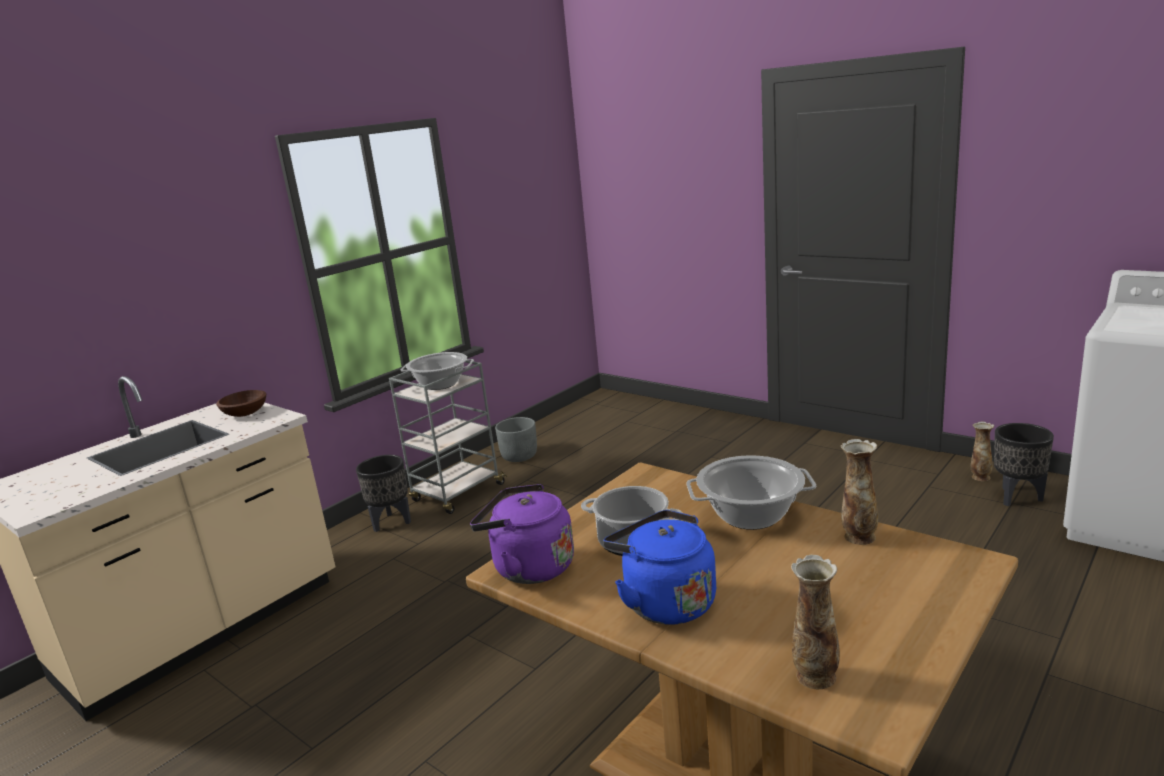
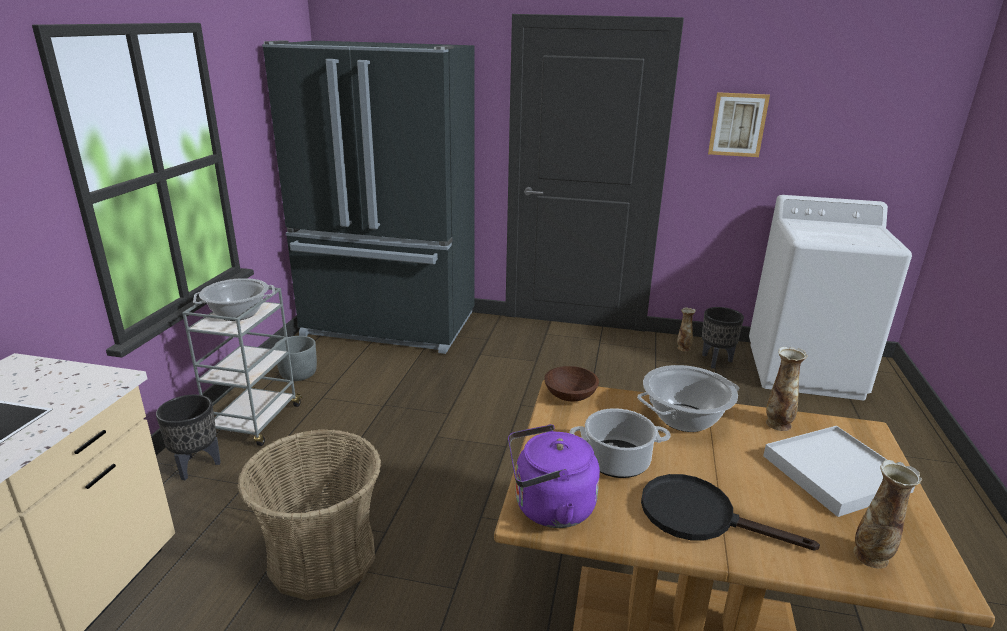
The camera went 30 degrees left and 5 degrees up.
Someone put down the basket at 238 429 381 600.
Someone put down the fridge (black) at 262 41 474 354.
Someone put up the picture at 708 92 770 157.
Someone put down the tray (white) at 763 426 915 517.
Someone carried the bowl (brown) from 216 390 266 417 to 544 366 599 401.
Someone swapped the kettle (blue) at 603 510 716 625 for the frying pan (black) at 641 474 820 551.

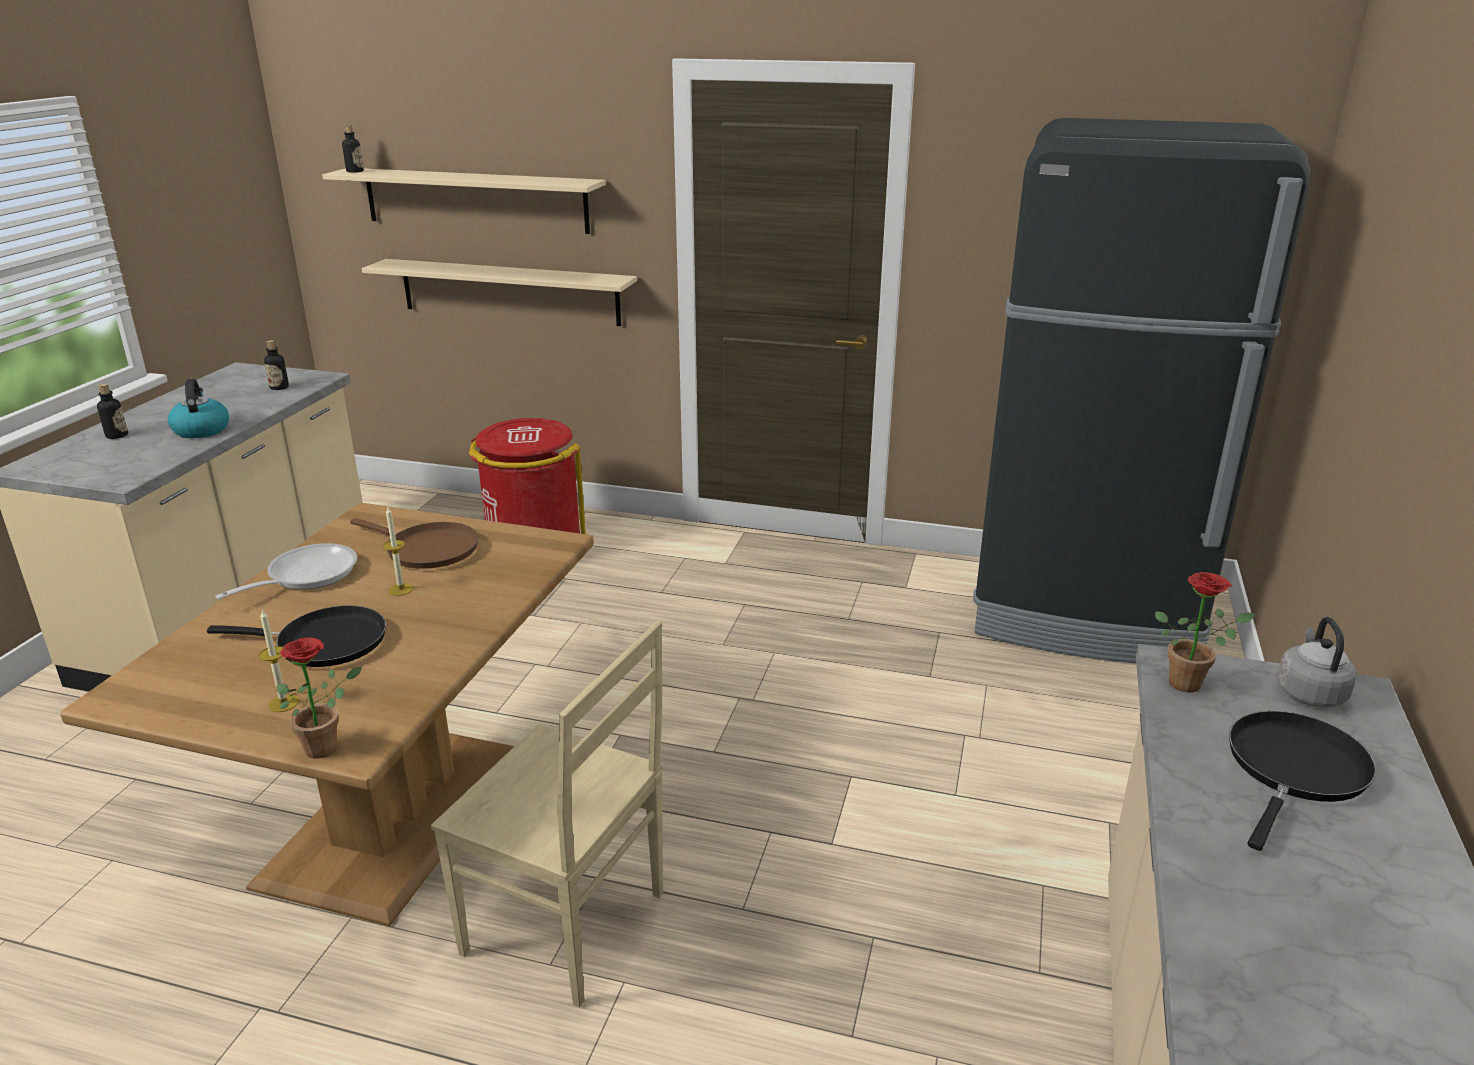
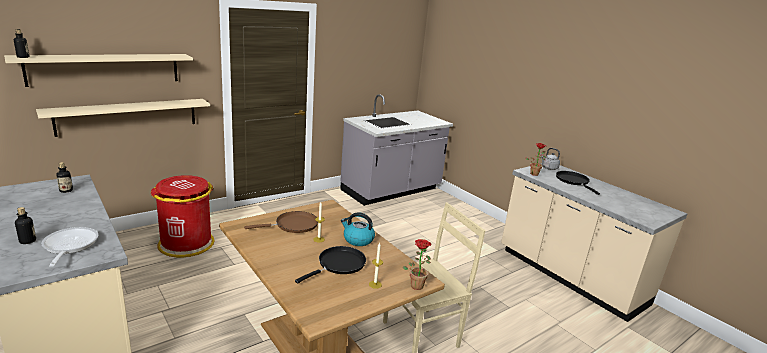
The camera went 55 degrees left and 5 degrees down.
Someone carried the kettle from 168 379 229 438 to 341 212 375 246.
Someone carried the frying pan from 215 543 357 599 to 42 227 98 267.
Someone swapped the fridge (black) at 973 118 1310 663 for the counter (grey) at 340 94 453 206.

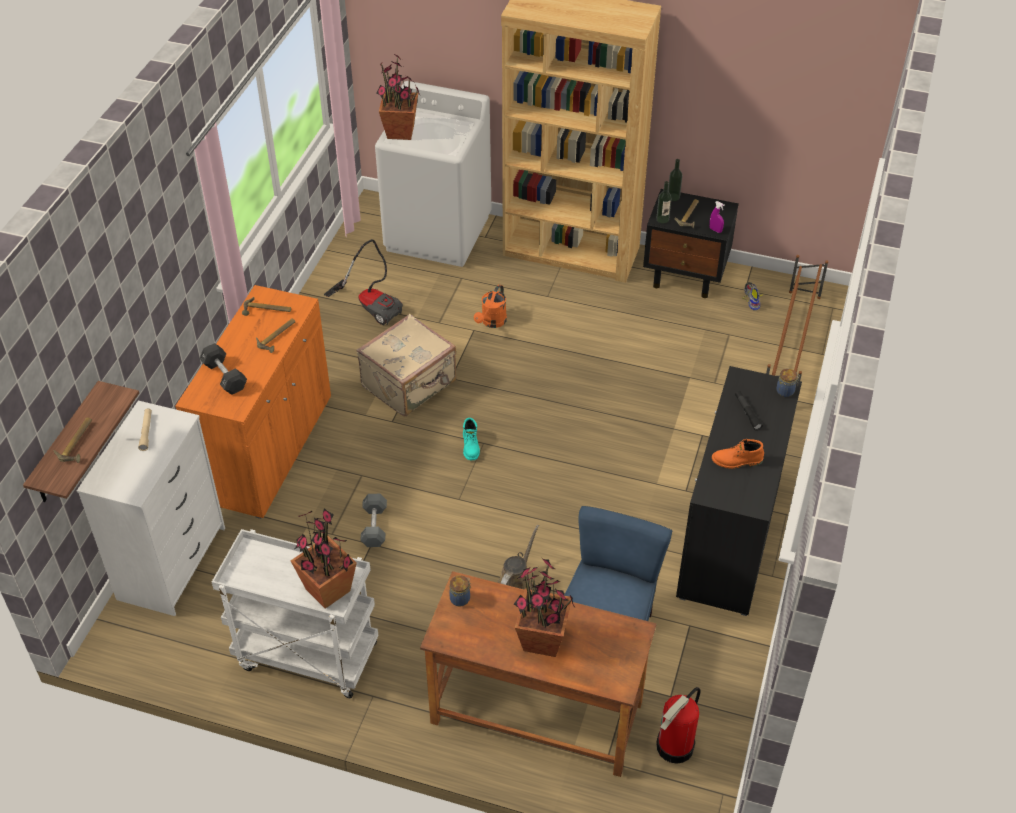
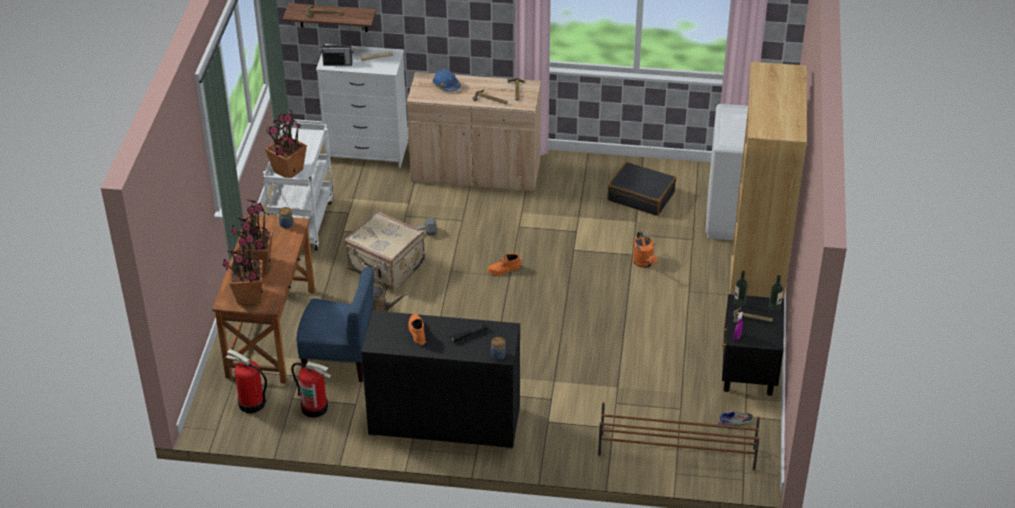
The camera went 80 degrees right and 5 degrees down.
Someone put down the fire extinguisher at 291 362 332 418.
Someone put down the radio at 320 40 354 66.
Someone carried the suitcase (beige) from 356 314 457 416 to 345 211 425 290.
Someone carried the potted plant from 376 52 421 140 to 223 231 263 305.
Someone swapped the dumbbell (black) at 199 343 247 395 for the hard hat (blue) at 433 69 461 92.
Someone swapped the vacuum cleaner at 324 239 403 325 for the suitcase (black) at 607 162 676 216.
Someone repainted the cabinet (orange) at 175 285 331 519, which became the cabinet (beige) at 407 72 541 192.
Someone repainted the boot (turquoise) at 463 418 480 460, which became the boot (orange) at 487 253 521 275.
Someone rotated the watering can (orange) at 474 284 507 328 by 120 degrees counterclockwise.

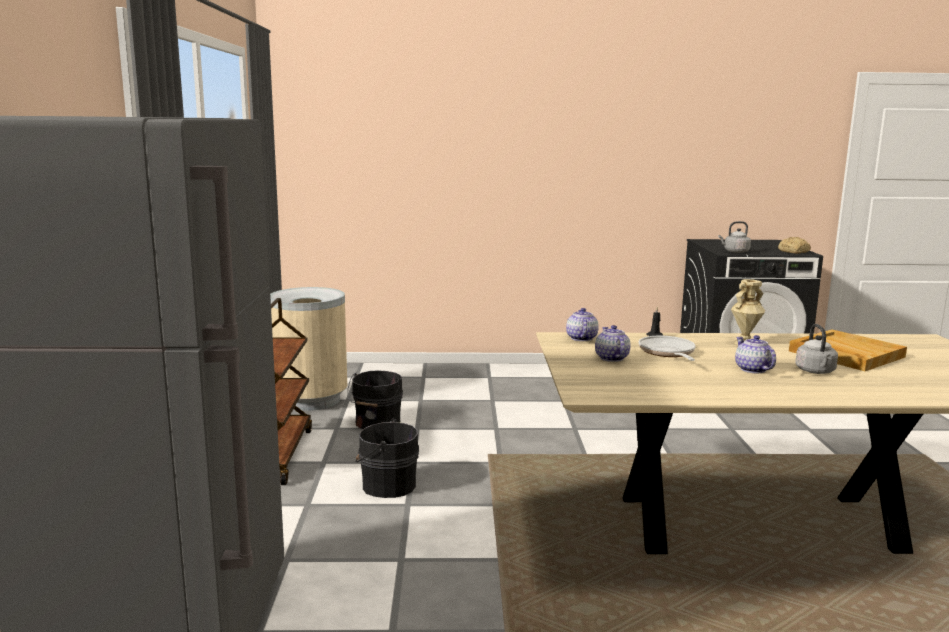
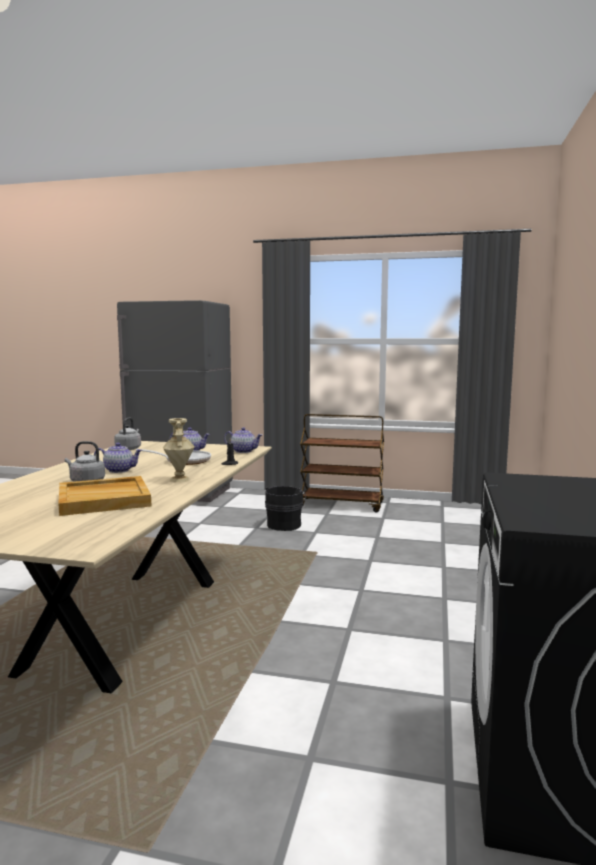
The camera went 105 degrees right and 5 degrees down.
Someone took away the trash can (beige) at 270 287 348 411.
Someone took away the bucket (black) at 347 370 403 429.
Someone took away the bread at 778 237 811 254.
Someone carried the kettle (grey) from 718 221 751 253 to 114 417 141 450.

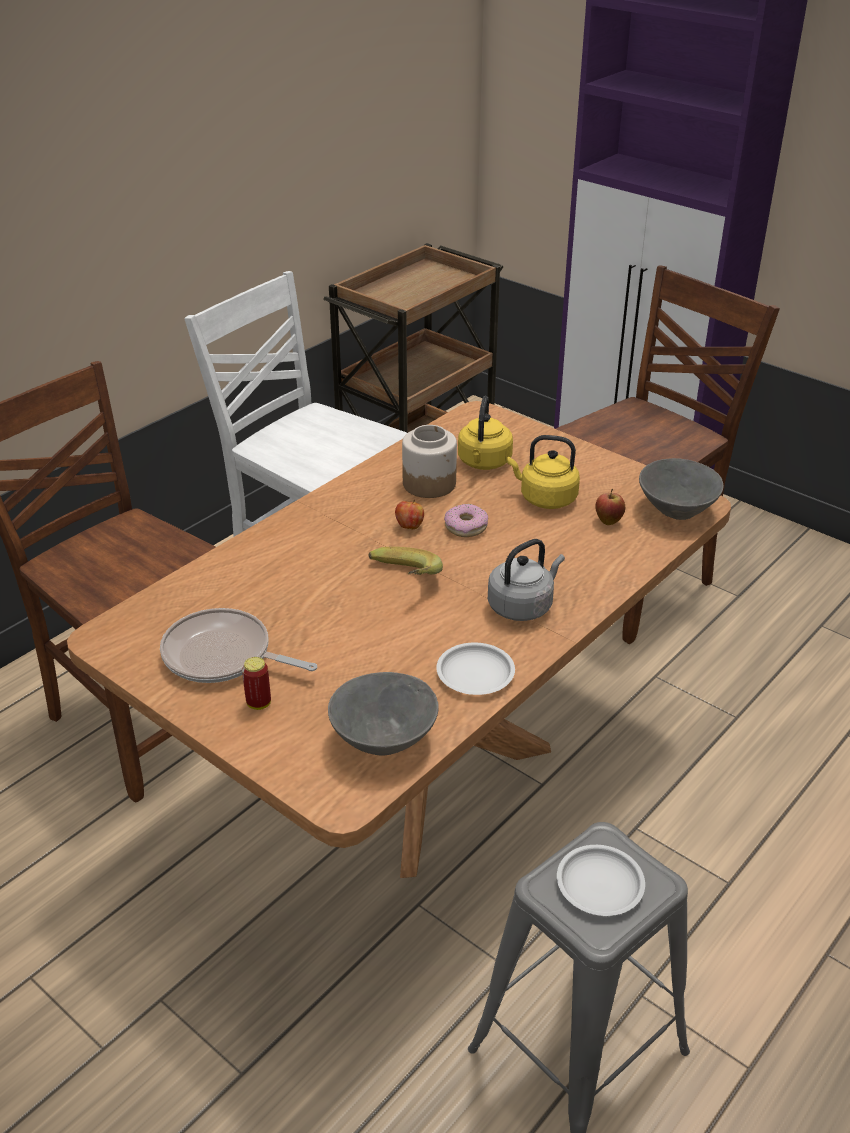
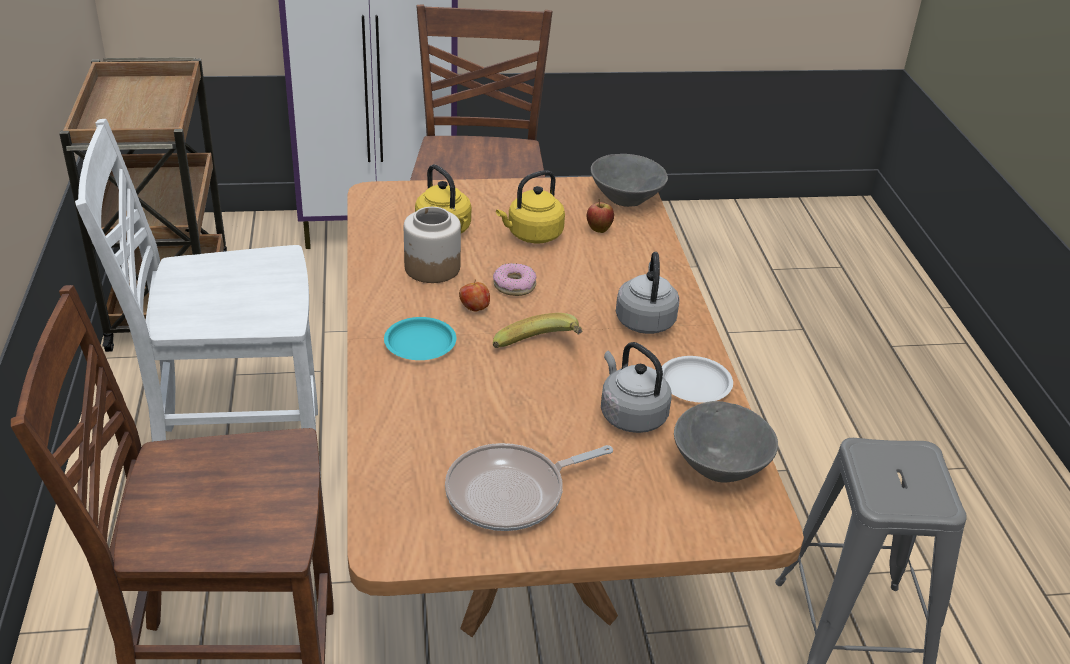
The camera went 50 degrees left and 0 degrees up.
Someone took away the can at 242 657 271 710.
Someone took away the plate (white) at 557 845 645 916.
Someone put down the plate (turquoise) at 384 317 456 360.
Someone put down the kettle (grey) at 601 342 672 433.

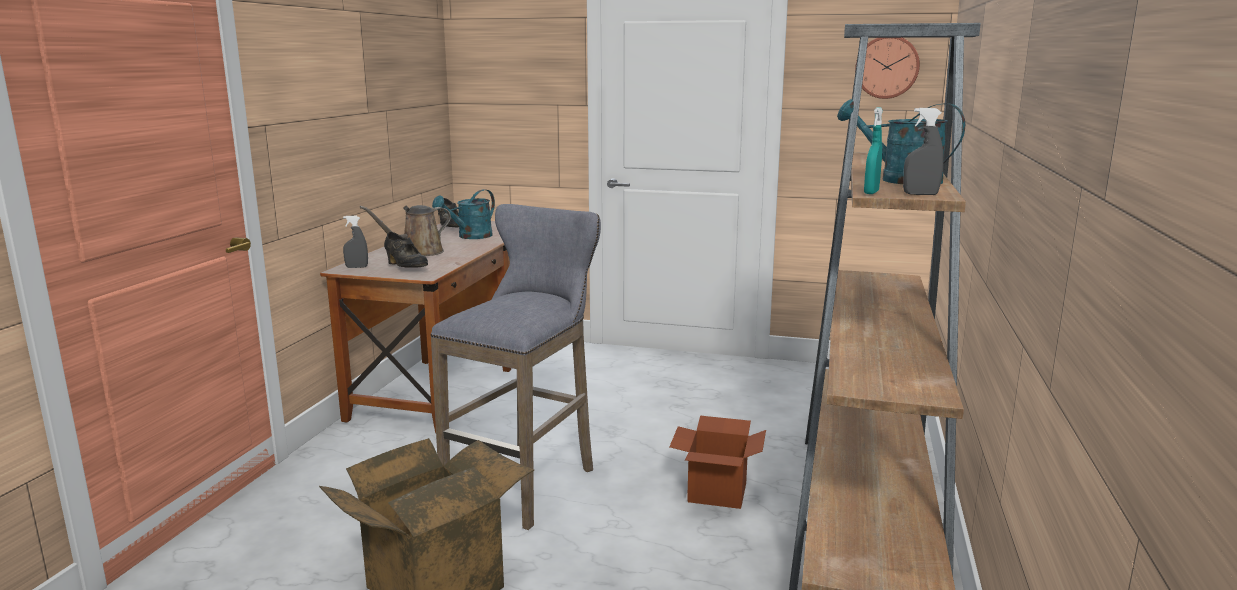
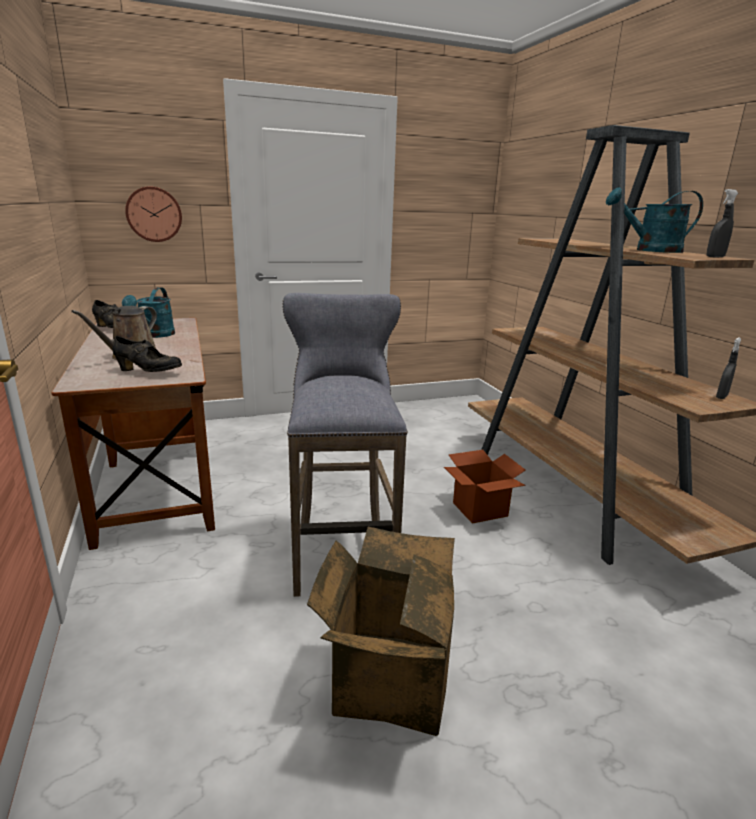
The camera went 35 degrees left and 5 degrees up.
Someone took away the spray bottle (turquoise) at 864 107 883 194.
Someone carried the spray bottle (grey) from 343 216 368 268 to 716 337 741 399.
Someone carried the wall clock from 855 38 920 99 to 125 186 182 242.

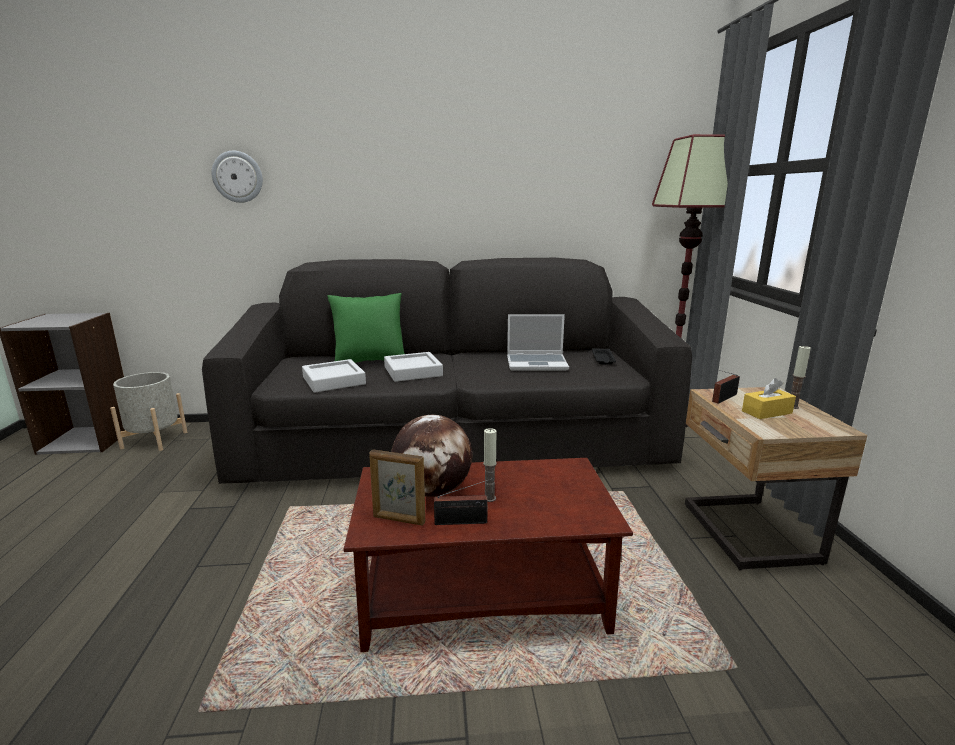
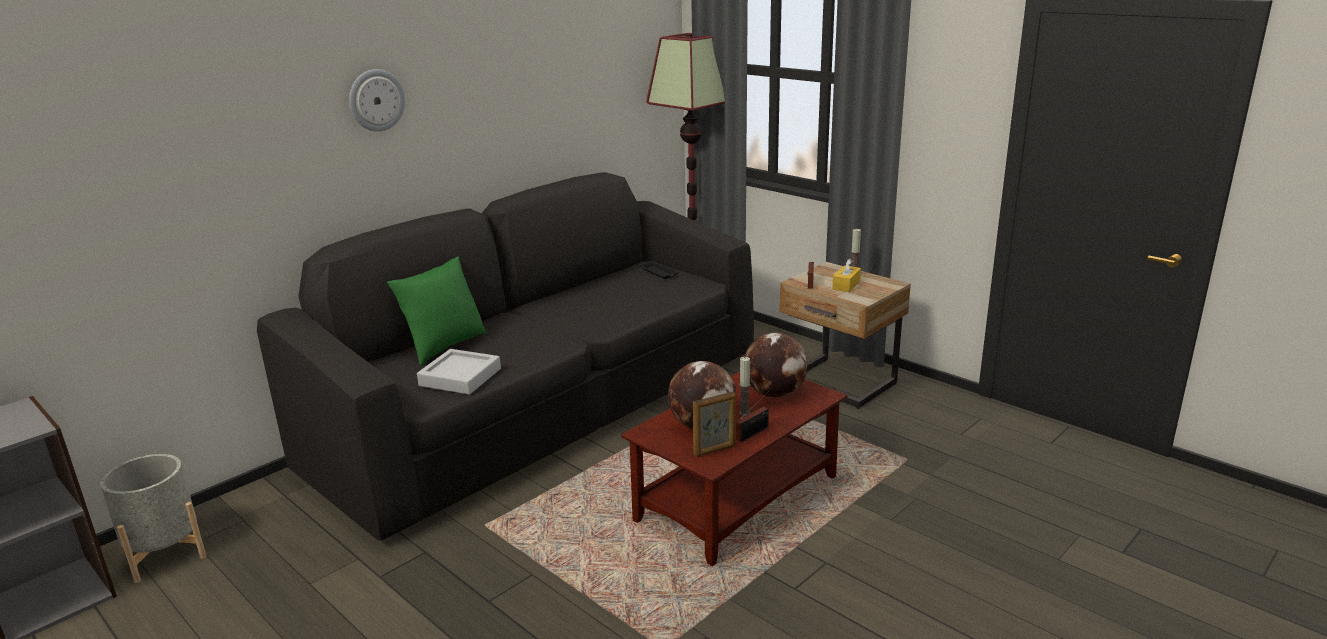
The camera went 40 degrees left and 5 degrees up.
Someone took away the tray (grey) at 384 352 443 382.
Someone took away the laptop at 507 314 569 371.
Someone put down the globe at 744 333 808 398.
Someone carried the wall clock from 212 151 263 203 to 349 69 405 132.

